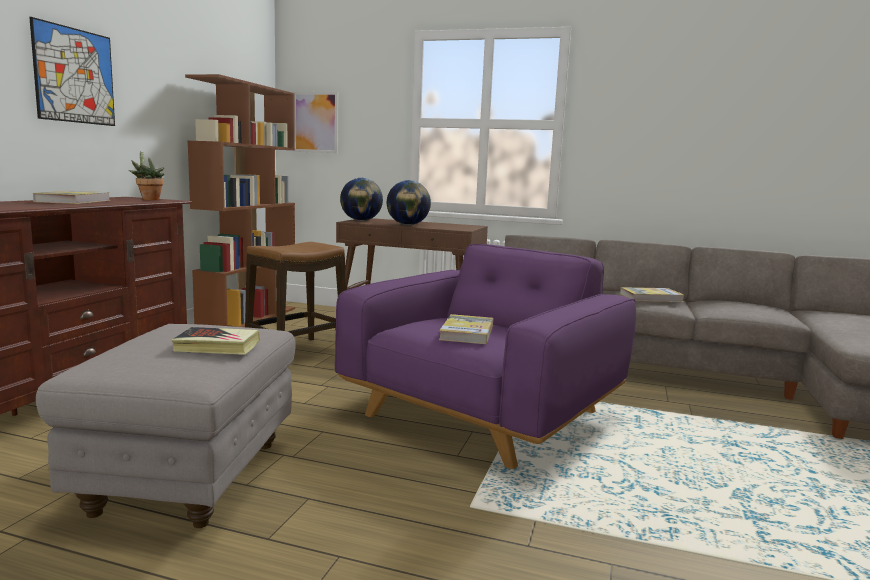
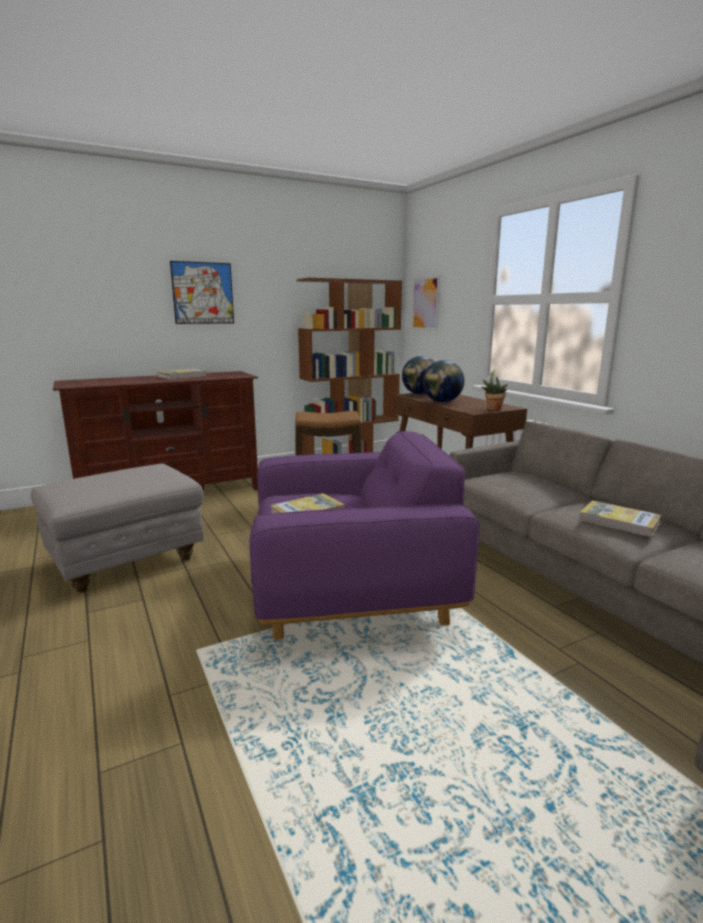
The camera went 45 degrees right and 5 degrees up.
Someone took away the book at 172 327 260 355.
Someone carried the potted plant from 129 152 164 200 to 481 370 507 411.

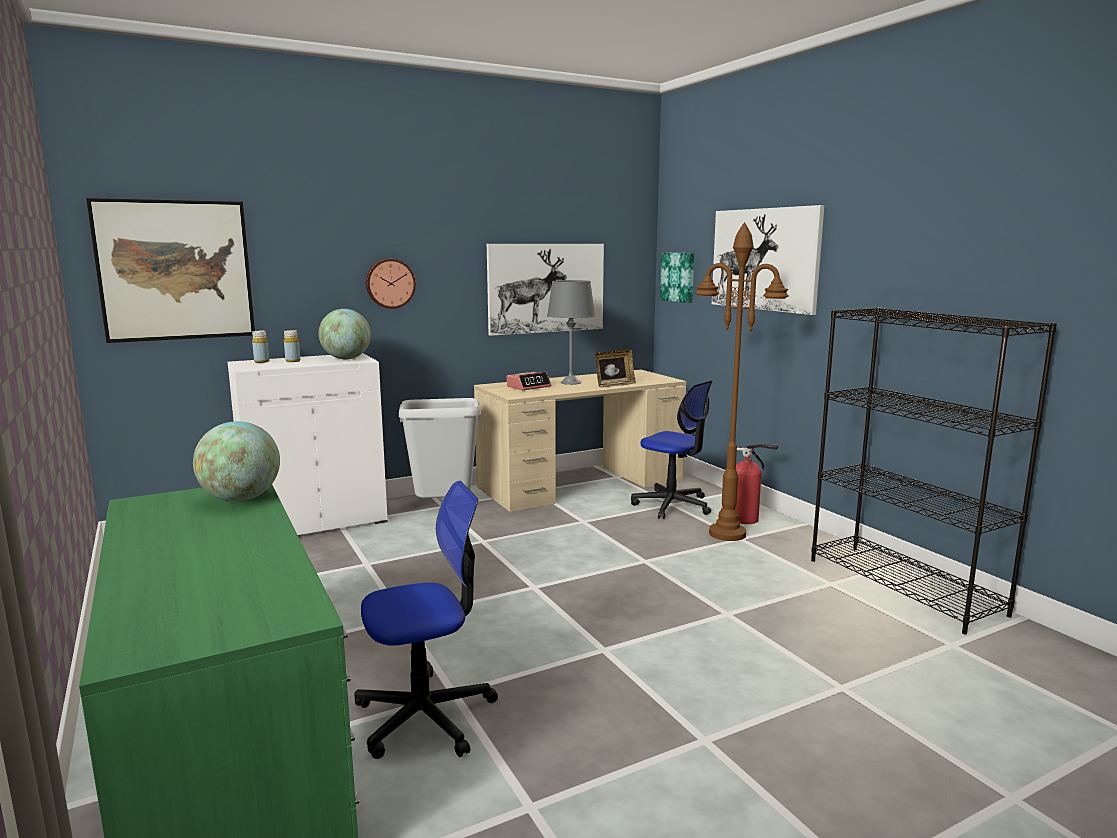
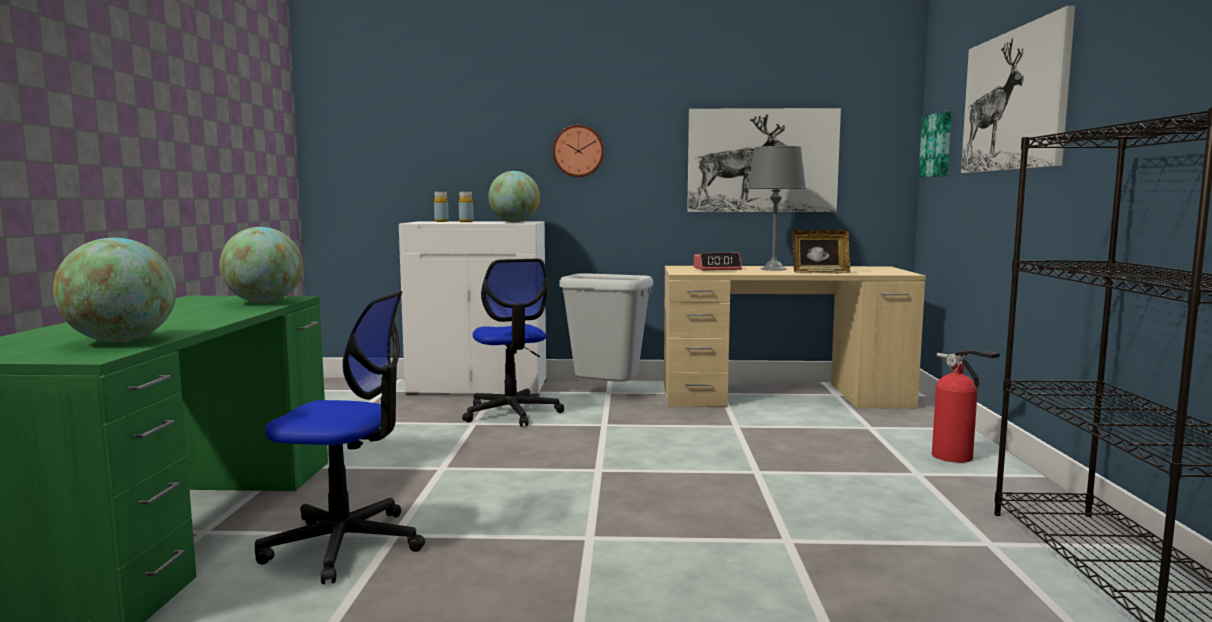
The camera went 30 degrees right and 5 degrees down.
Someone took away the picture at 86 198 255 343.
Someone took away the floor lamp (brown) at 695 222 789 541.
Someone put down the globe at 53 238 177 342.
Someone carried the office chair from 631 380 713 519 to 462 259 564 426.

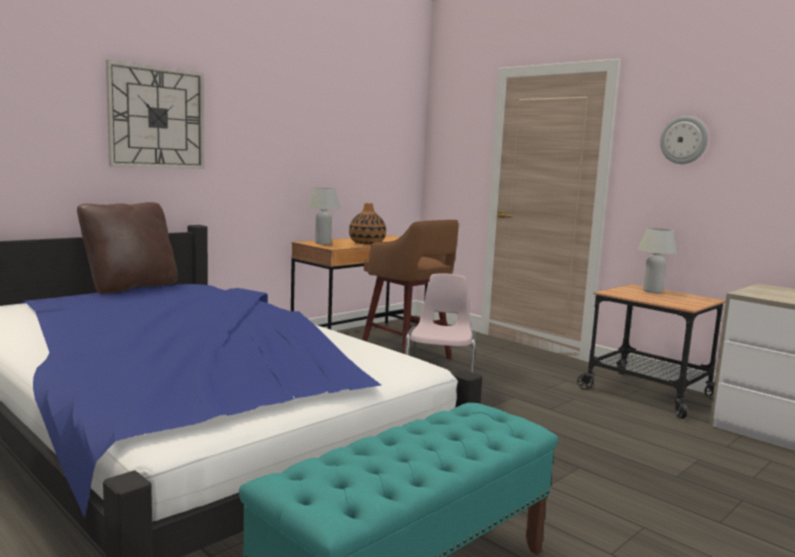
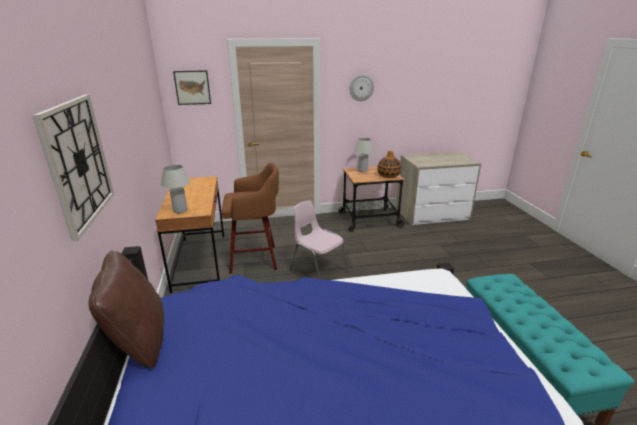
The camera went 55 degrees left and 15 degrees up.
Someone put up the picture at 173 70 211 105.
Someone carried the vase from 349 203 386 244 to 377 151 401 178.

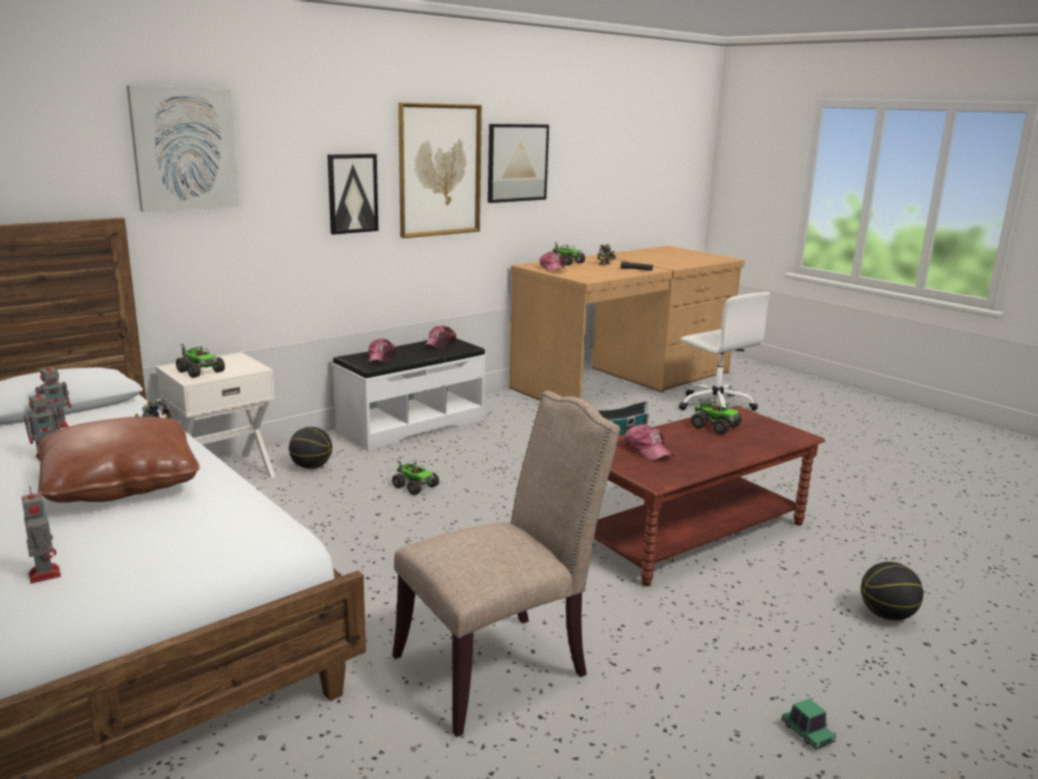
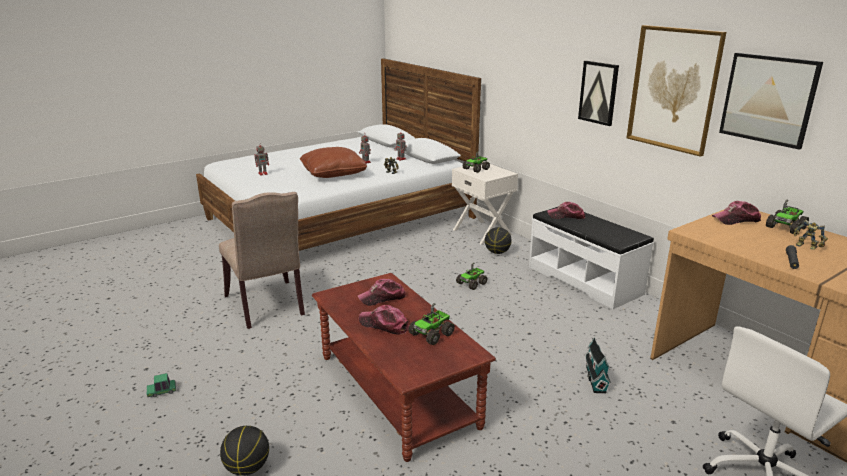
The camera went 95 degrees right and 5 degrees up.
Someone took away the picture at 127 85 239 212.
Someone carried the cap from 423 325 456 349 to 359 305 409 335.

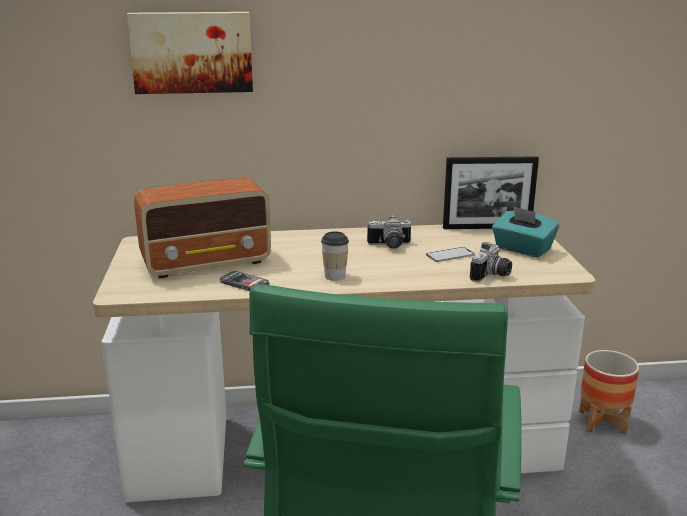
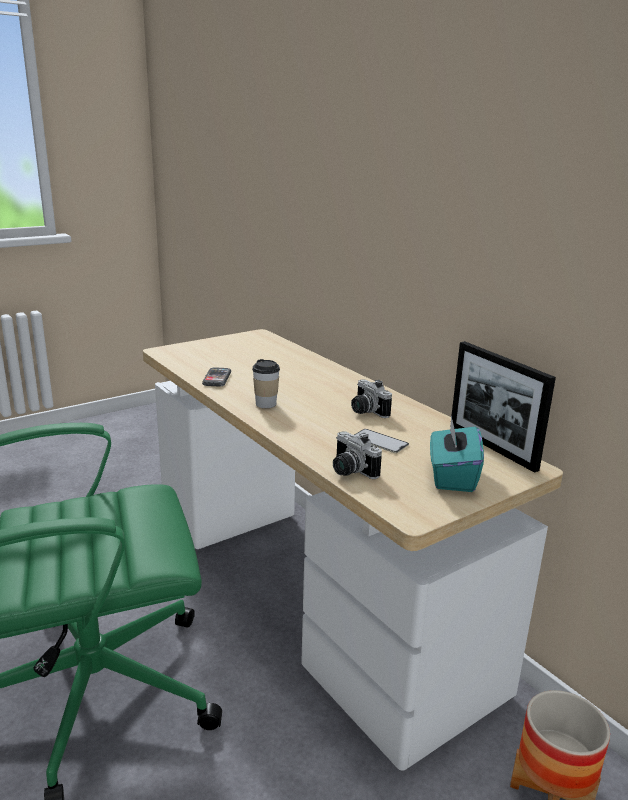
The camera went 60 degrees right and 0 degrees up.
Someone took away the picture at 127 12 253 94.
Someone took away the radio at 134 178 271 278.
Someone rotated the photo camera at 470 242 512 282 by 45 degrees clockwise.

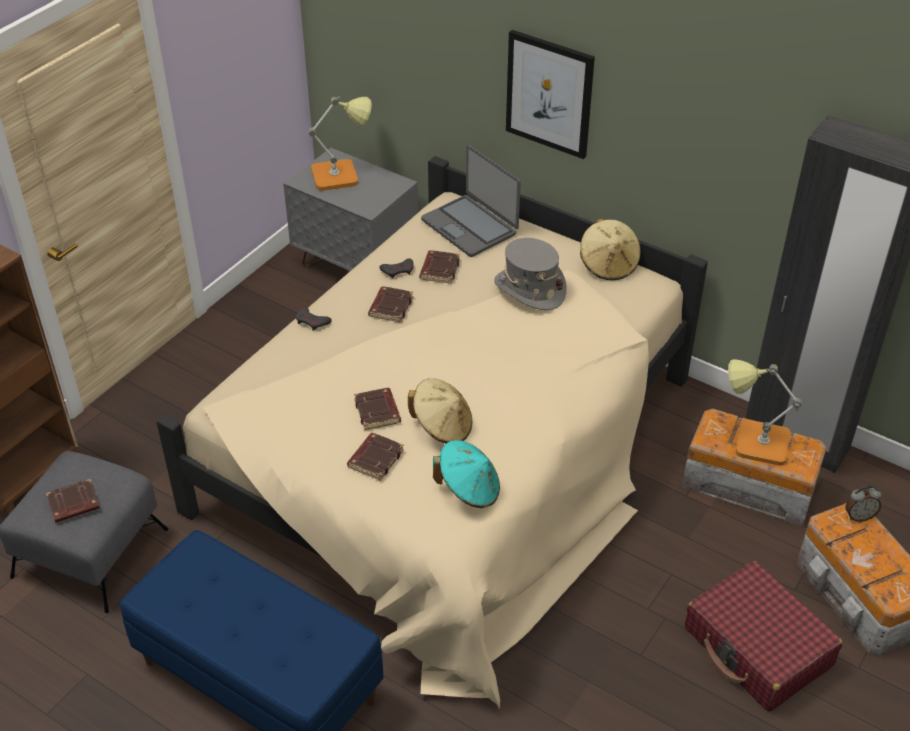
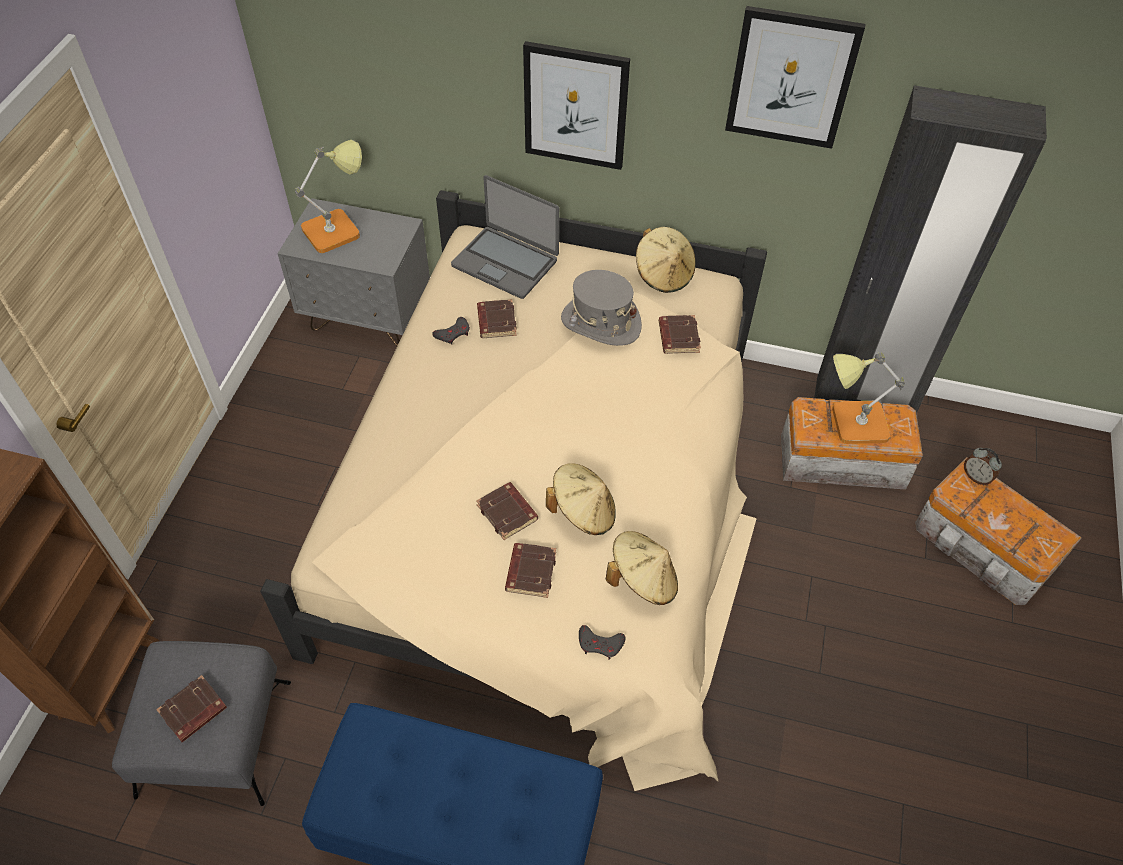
The camera went 20 degrees left and 10 degrees up.
Someone took away the suitcase (red) at 685 561 843 712.
Someone put up the picture at 725 6 866 149.
Someone carried the game controller (grey) from 296 307 332 331 to 579 625 626 659.
Someone carried the book (brown) from 368 286 413 323 to 659 315 701 354.
Someone repainted the hat (turquoise) at 433 440 500 508, which became the hat (beige) at 606 531 678 605.
Someone rotated the alarm clock at 845 485 881 522 by 75 degrees clockwise.

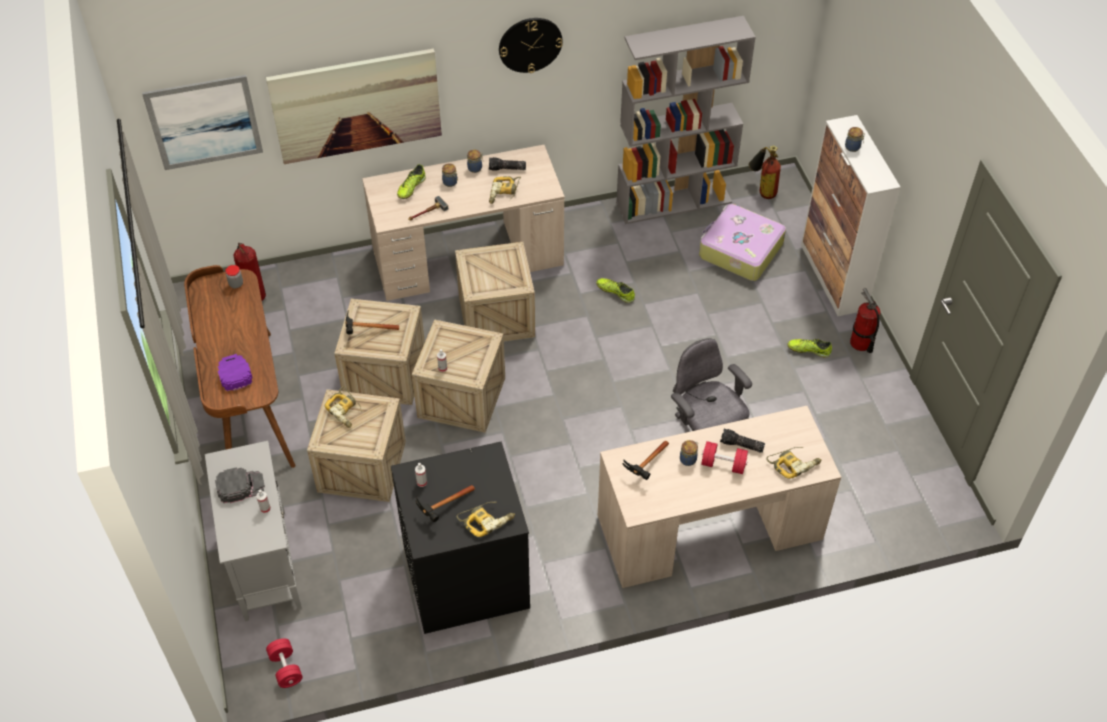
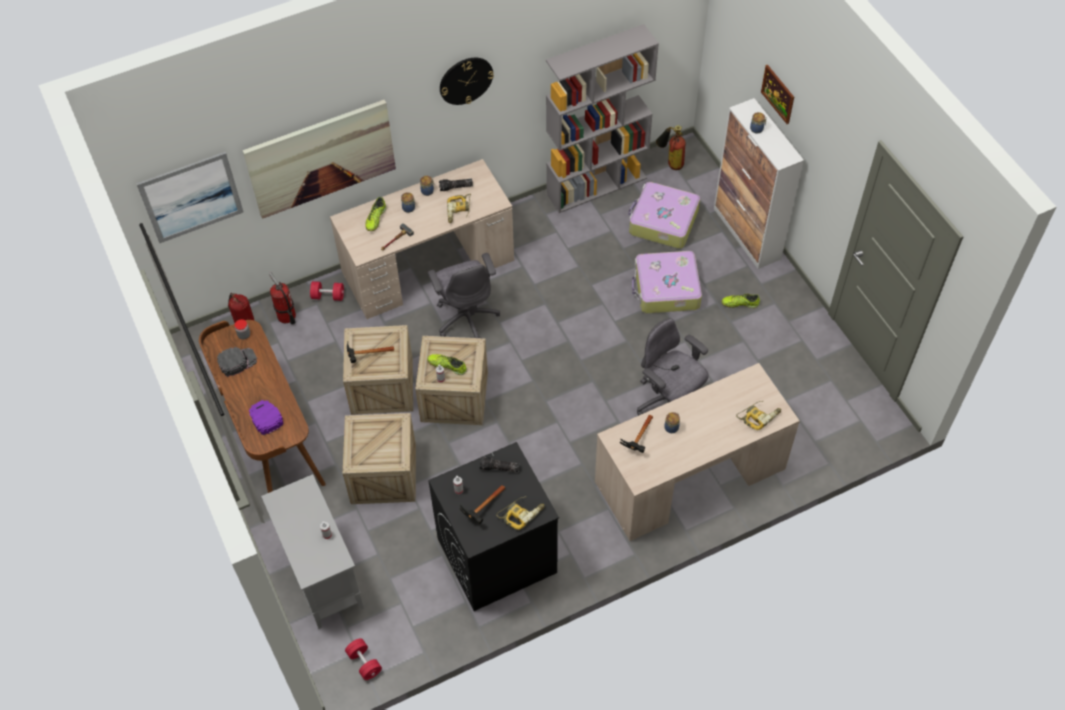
The camera went 10 degrees left and 5 degrees up.
Someone took away the power drill at 325 386 362 428.
Someone put down the suitcase at 632 251 702 313.
Someone put up the picture at 761 64 794 124.
Someone carried the cap (black) from 215 467 265 503 to 217 347 257 377.
Someone carried the shoe from 596 278 635 303 to 427 354 467 375.
Someone carried the dumbbell (red) from 701 441 748 474 to 310 281 344 301.
Someone carried the flashlight from 720 429 765 453 to 480 456 519 472.
Someone carried the fire extinguisher from 850 288 881 353 to 269 272 296 324.
Someone swapped the crate at 455 242 535 341 for the office chair (grey) at 428 253 500 338.

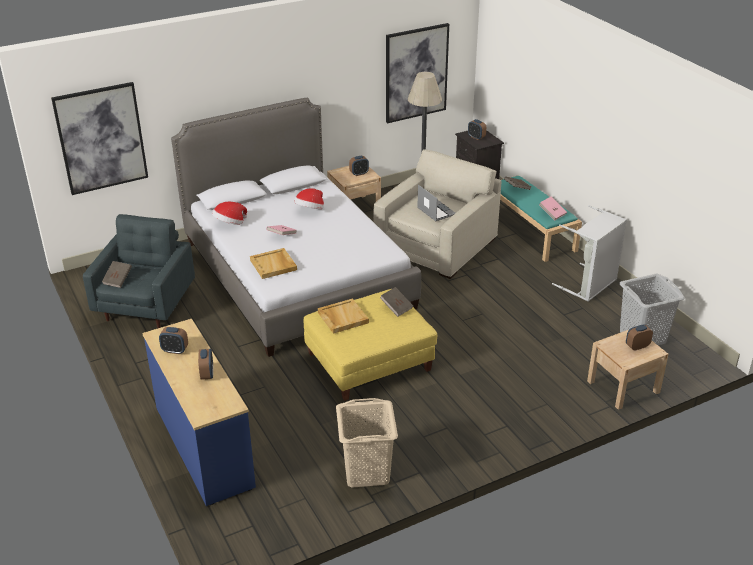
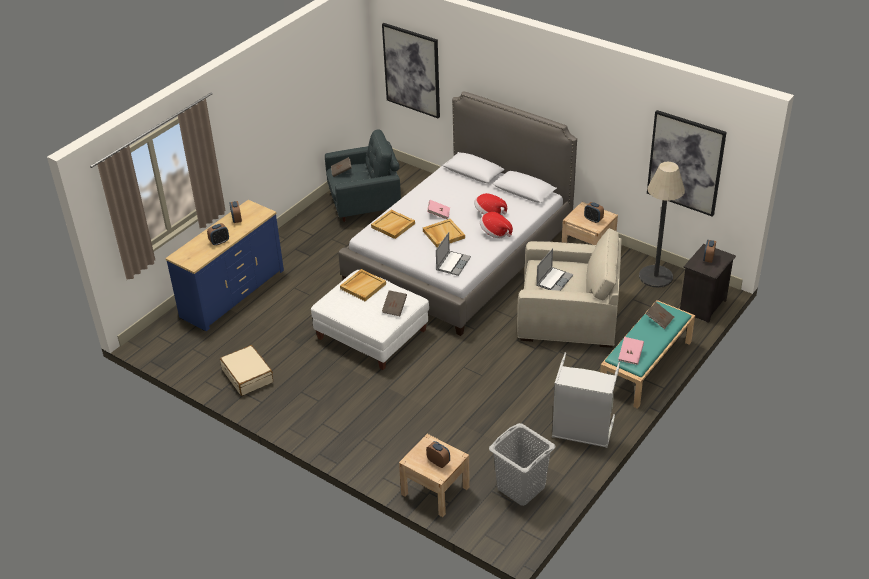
The camera went 65 degrees right and 5 degrees up.
Someone put down the tray (beige) at 423 219 465 248.
Someone put down the laptop at 436 232 471 276.
Someone carried the hat from 212 202 247 225 to 480 212 513 238.
Someone swapped the laundry basket (beige) at 336 398 398 488 for the suitcase (beige) at 220 345 273 396.
Someone repainted the ottoman (yellow) at 304 289 437 401, which became the ottoman (white) at 311 270 429 370.

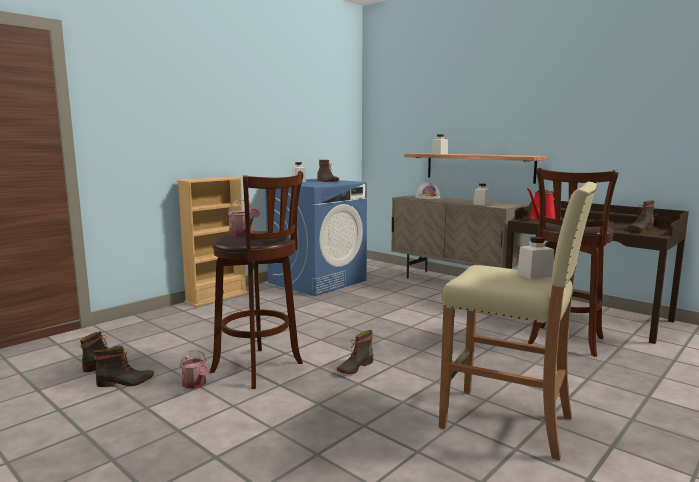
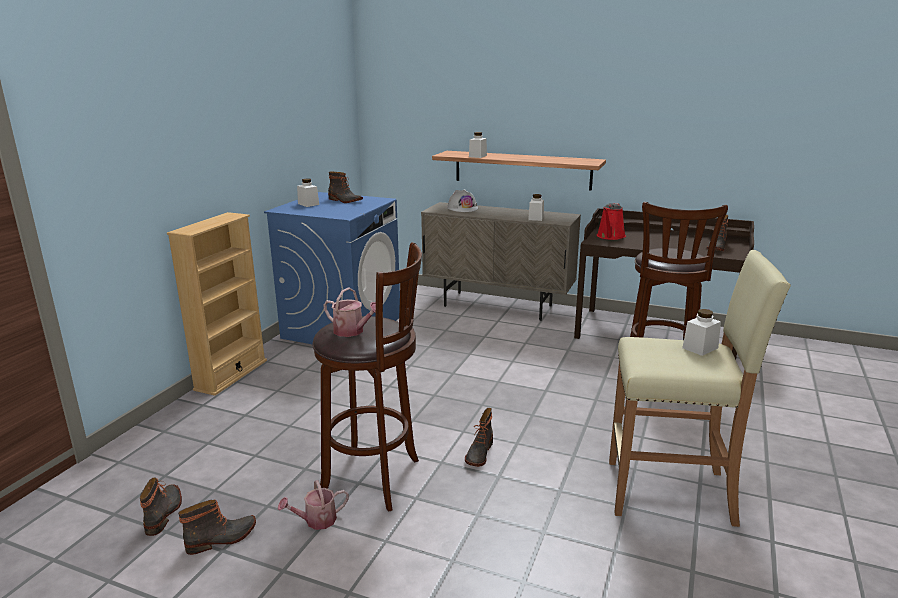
The camera went 20 degrees left and 10 degrees up.
Someone rotated the watering can at 179 349 209 389 by 120 degrees clockwise.

